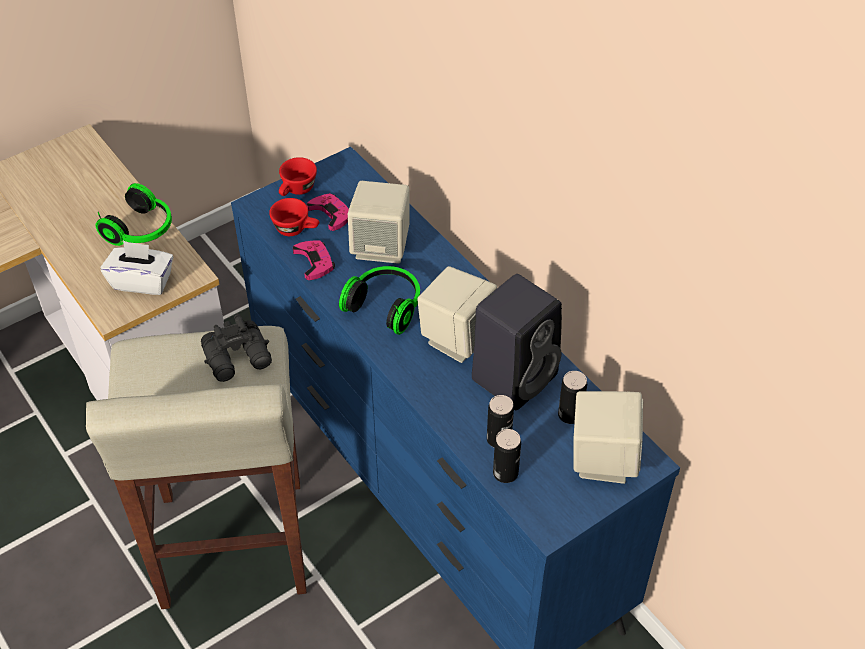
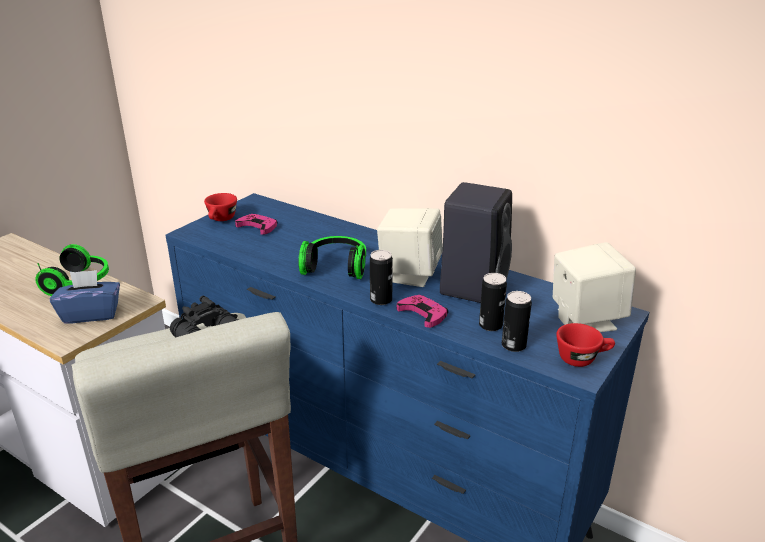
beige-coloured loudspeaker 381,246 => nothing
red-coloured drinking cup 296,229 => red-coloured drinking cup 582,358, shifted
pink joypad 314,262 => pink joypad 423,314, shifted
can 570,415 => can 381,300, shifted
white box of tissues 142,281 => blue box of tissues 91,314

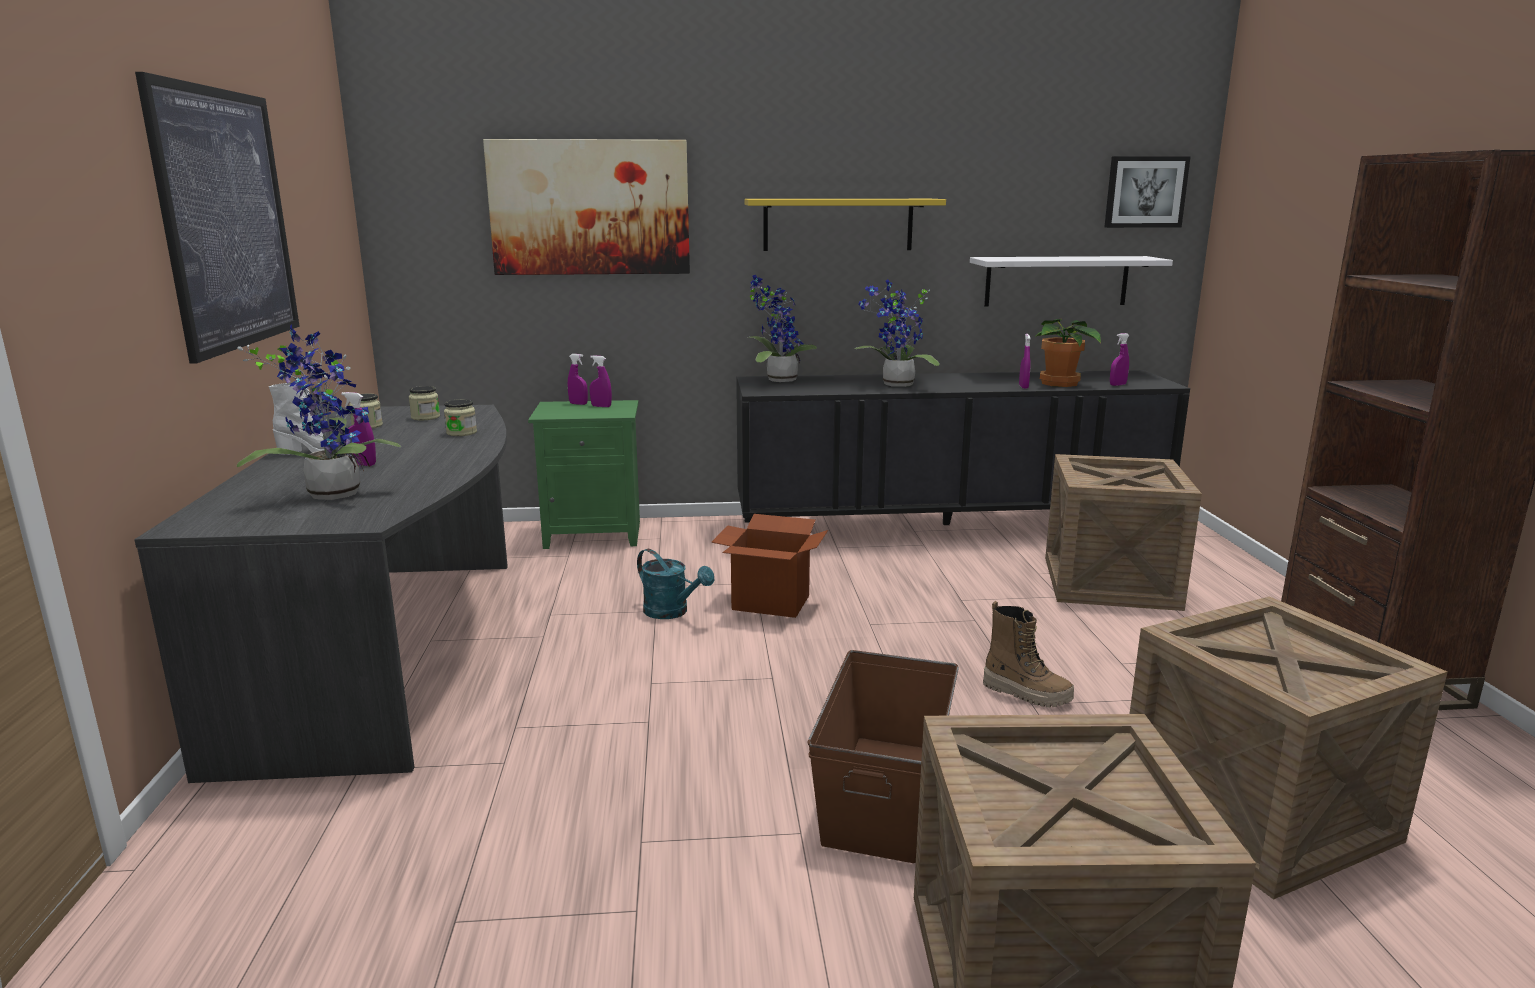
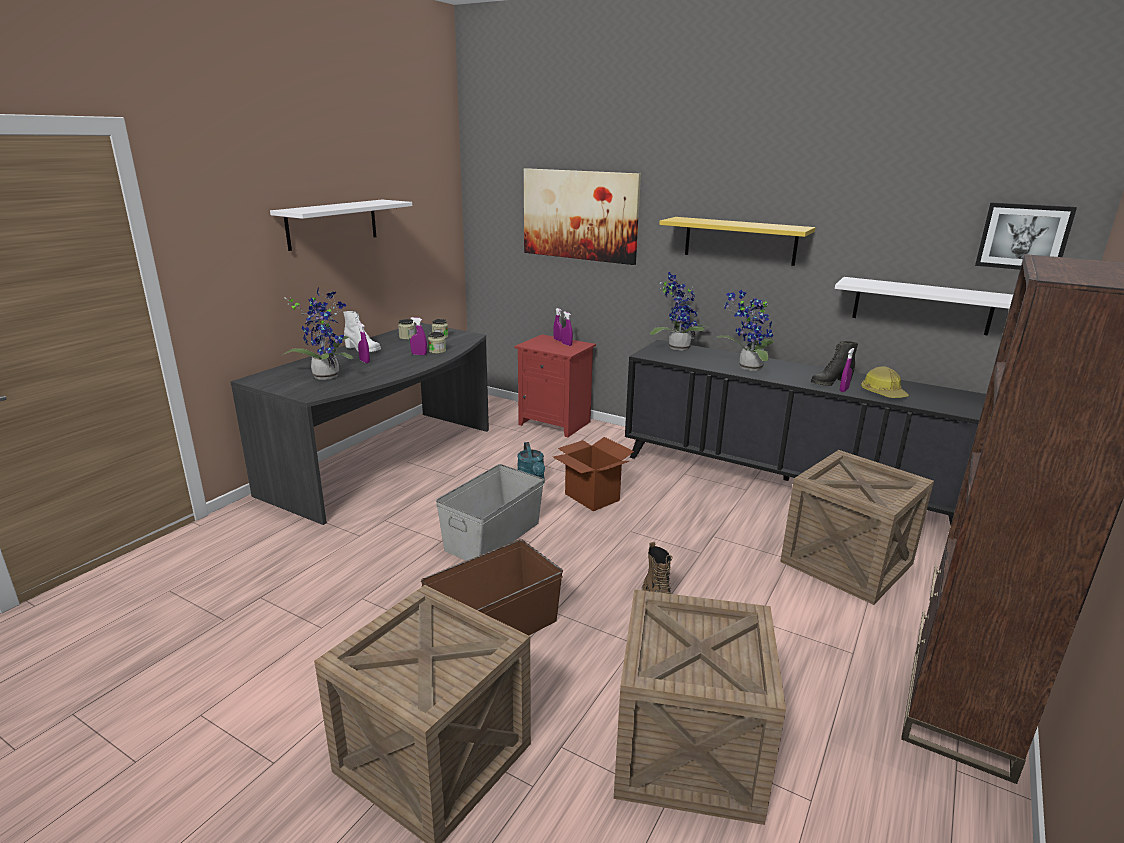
nothing => greyish storage box 493,536
nothing => blackish boot 830,383
purple-coloured spray bottle 1117,385 => purple-coloured spray bottle 419,354, shifted
picture 227,219 => white bracket shelf 332,224
houseplant 1060,383 => hard hat 883,393
green night table 595,534 => red-coloured night table 556,423

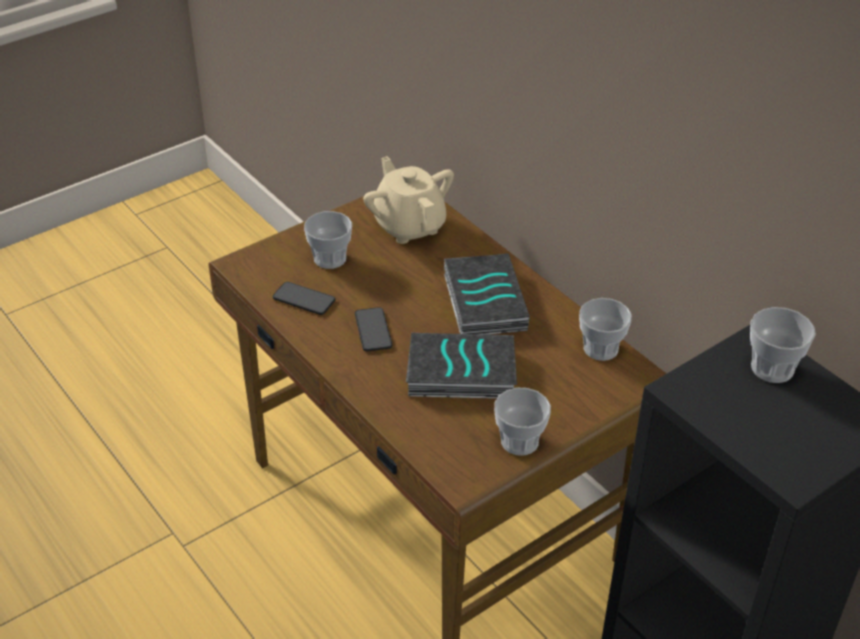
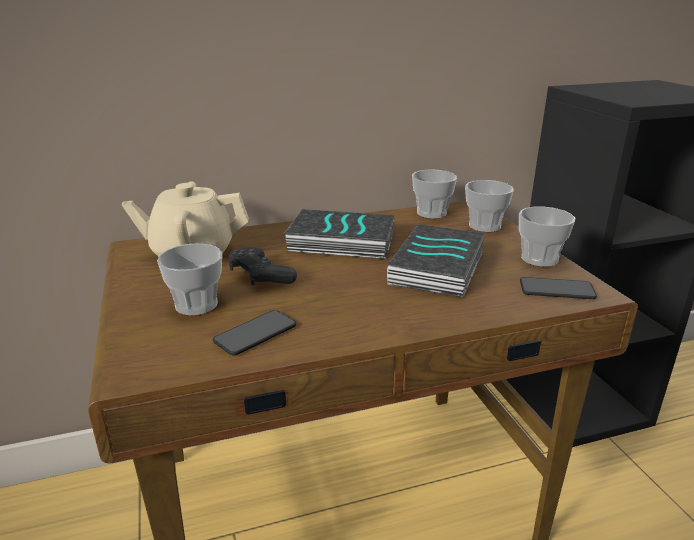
nothing => blackish joypad 260,276
handset 373,330 => handset 556,290, shifted
drinking cup 772,368 => drinking cup 484,226, shifted

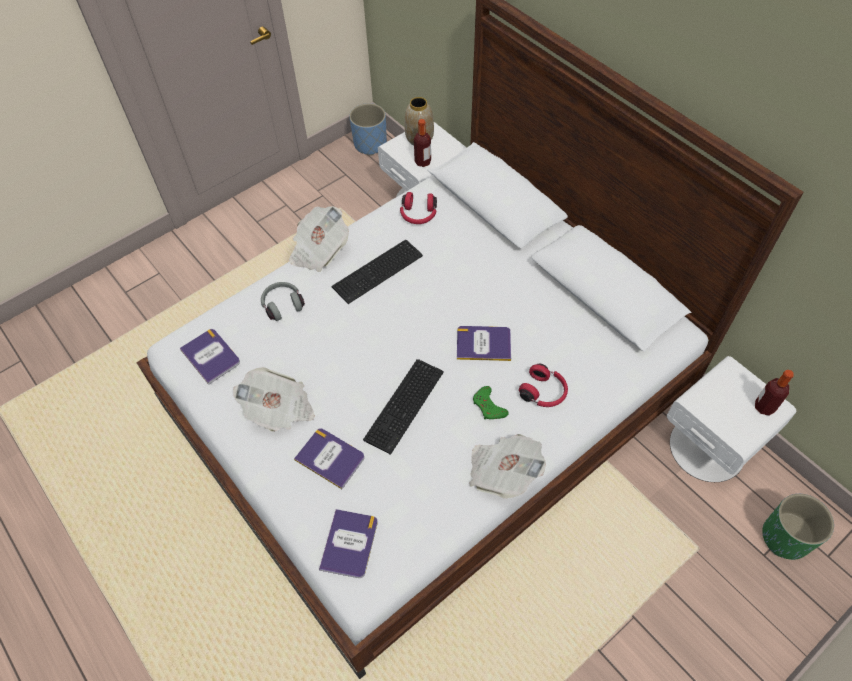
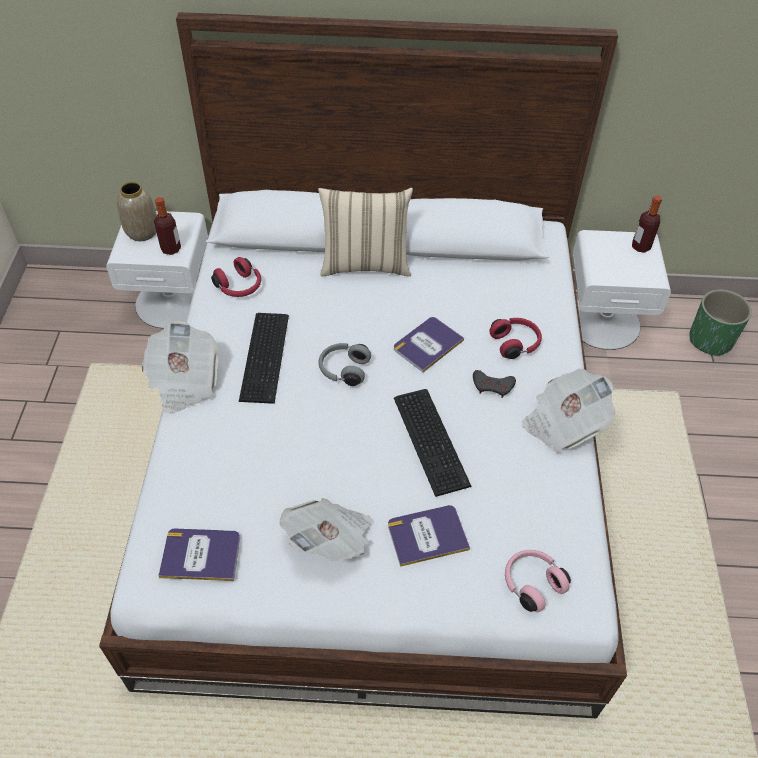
blue plant pot 370,144 => nothing
nothing => beige-coloured cushion 365,264
greyish headset 282,304 => greyish headset 343,369, shifted
volume 349,544 => pink headset 532,583
green joypad 489,406 => greyish joypad 492,386

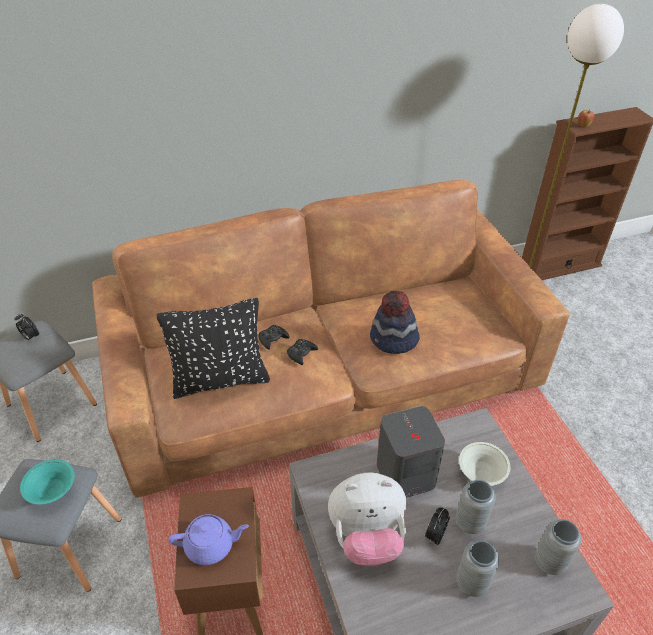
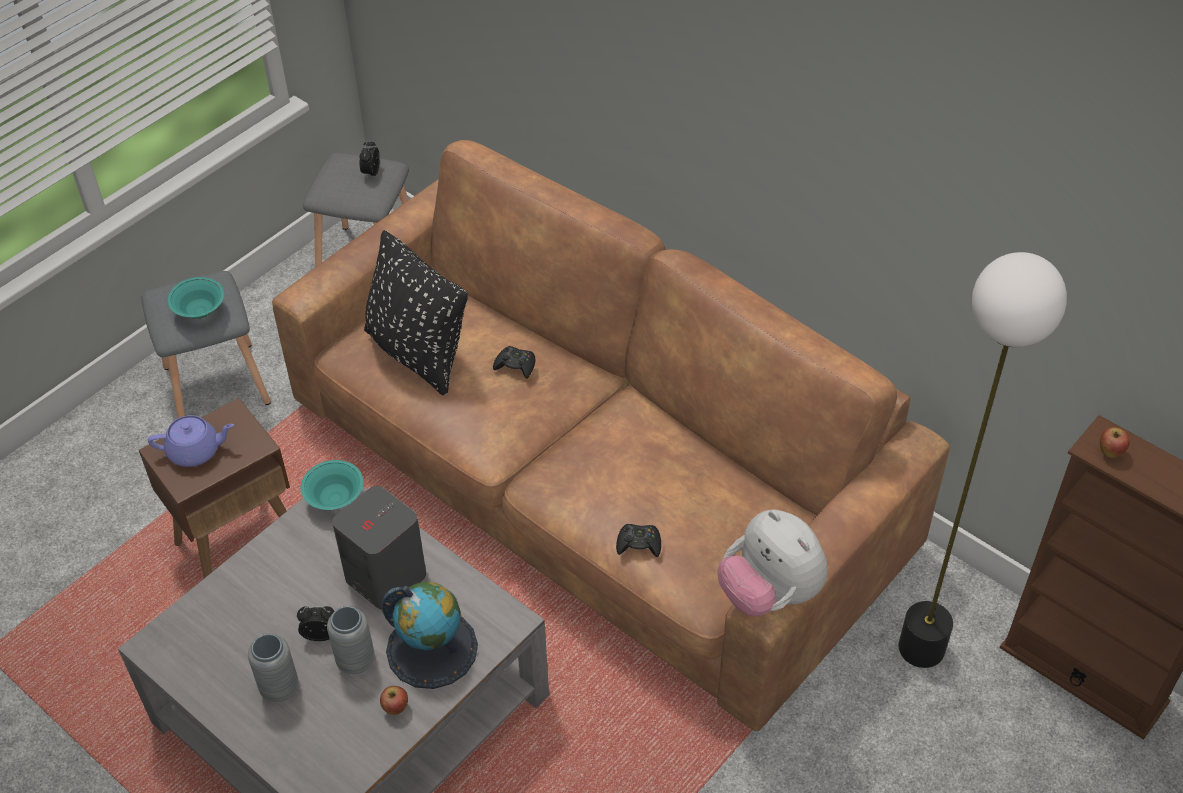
hat 393,340 => nothing
greyish flower vase 549,562 => nothing
nothing => turquoise-coloured bowl 335,499
nothing => whole apple 395,708
blackish joypad 301,353 => blackish joypad 639,544, shifted
soft toy 367,537 => soft toy 769,593, shifted
white bowl 481,473 => desk globe 432,648
purple-coloured pot for tea 211,545 => purple-coloured pot for tea 196,451, 60 degrees counterclockwise

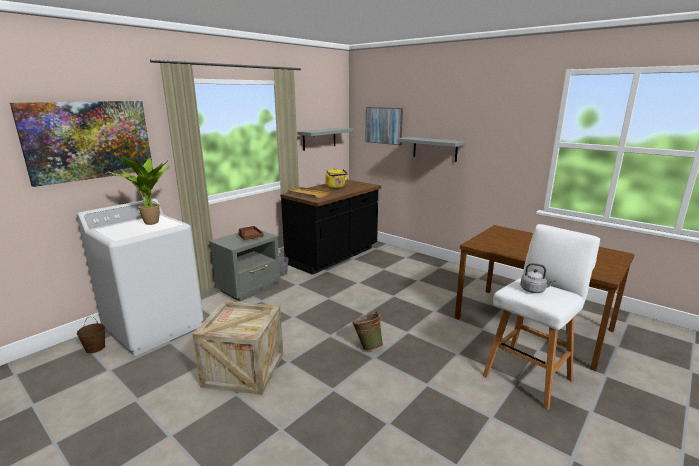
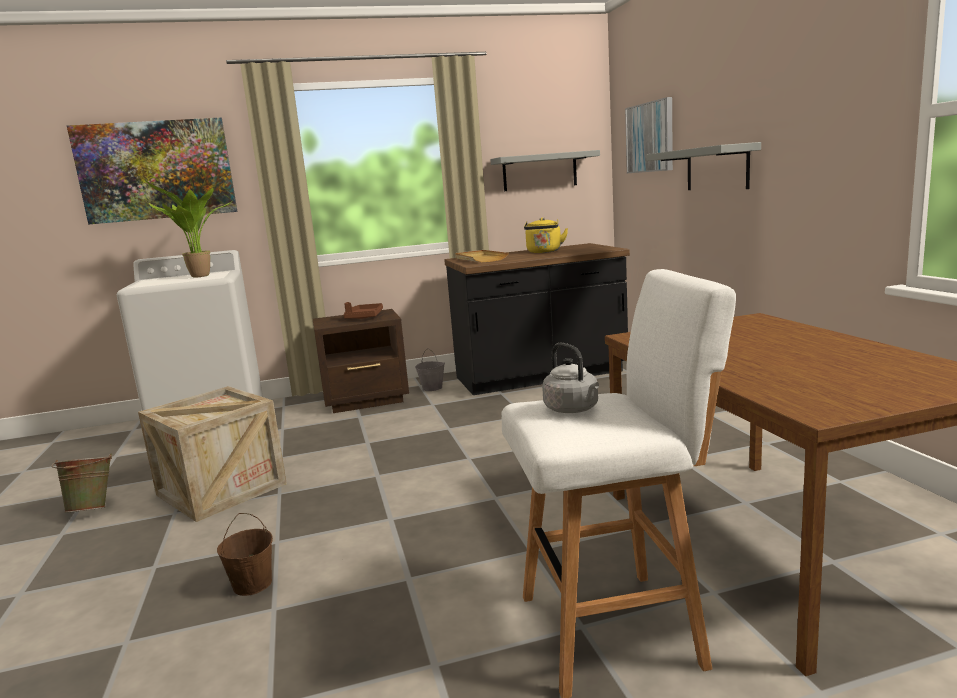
brownish bucket 95,348 => brownish bucket 252,584, shifted
green bucket 367,346 => green bucket 93,509, shifted
greyish night table 249,288 => brownish night table 367,400

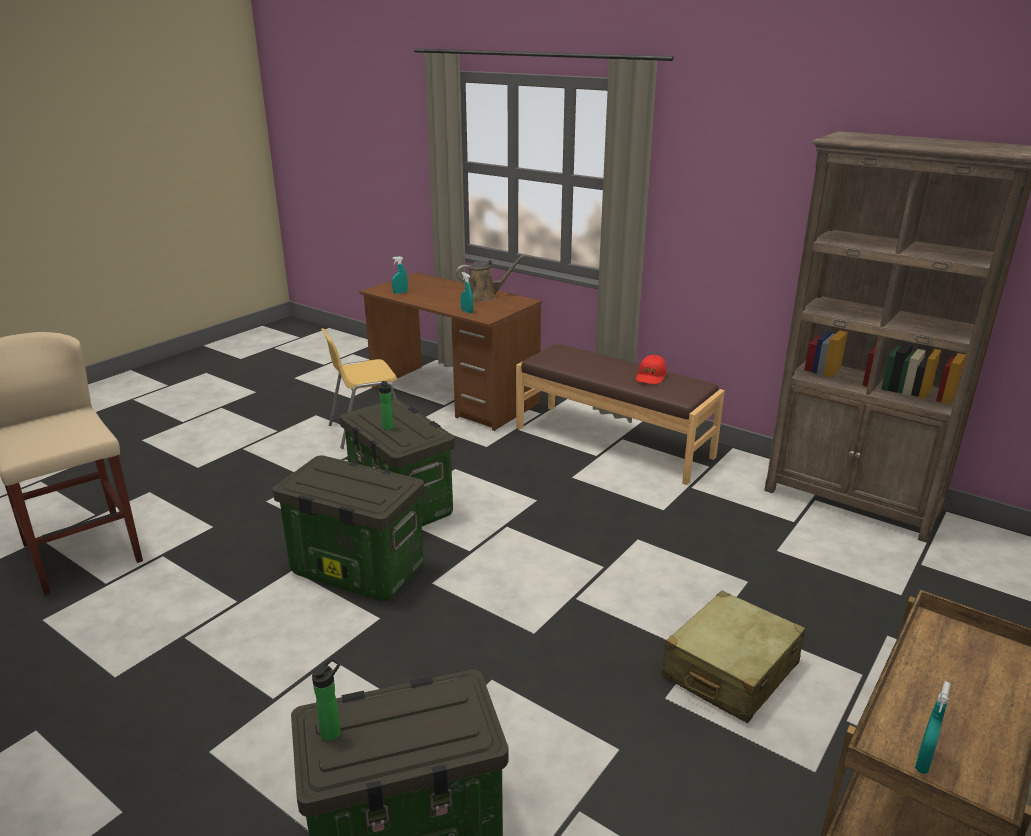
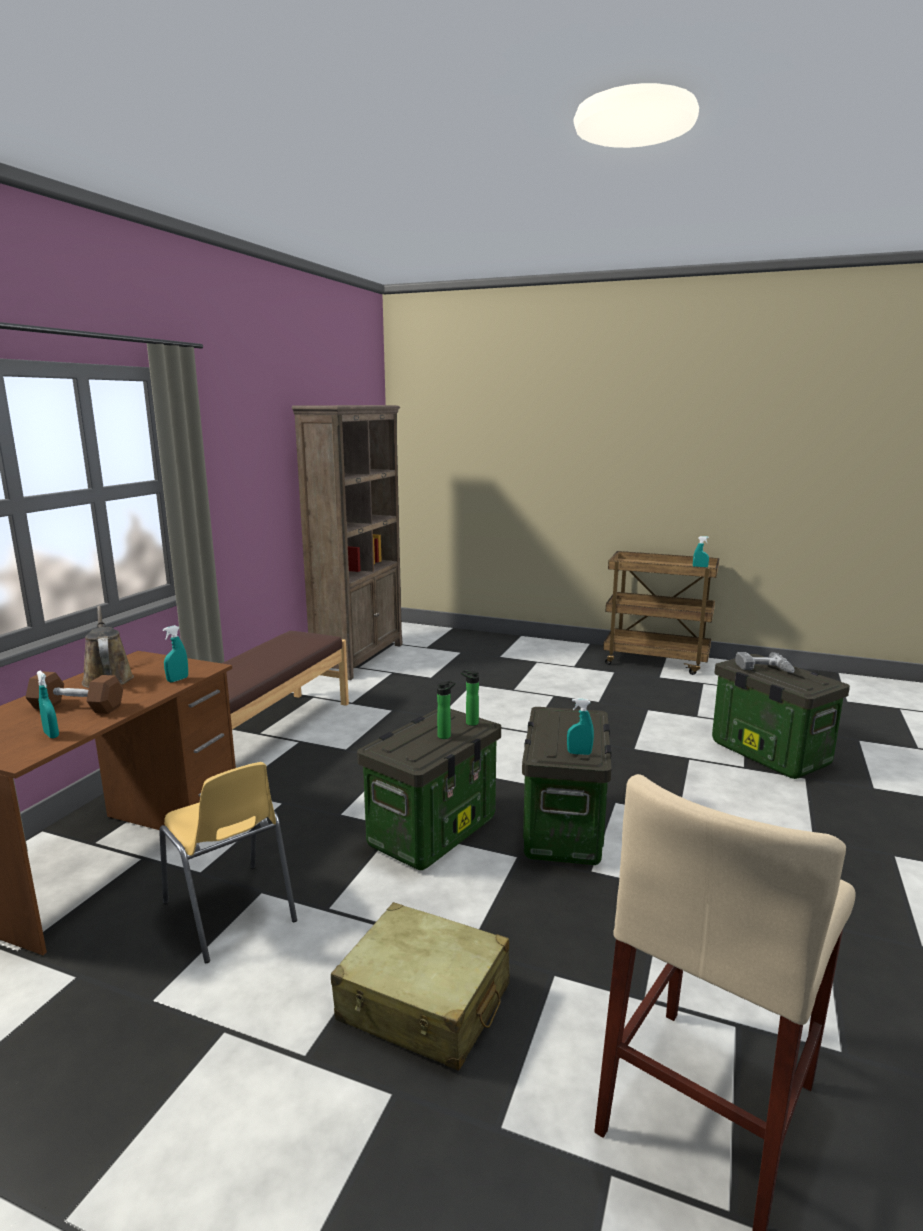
red-coloured cap 651,376 => nothing
nothing => brownish free weight 77,707
nothing => turquoise-coloured spray bottle 579,753
nothing => electric drill 764,669
drink bottle 333,731 => drink bottle 470,722, shifted
beige-coloured piece of luggage 730,671 => beige-coloured piece of luggage 424,1003, shifted

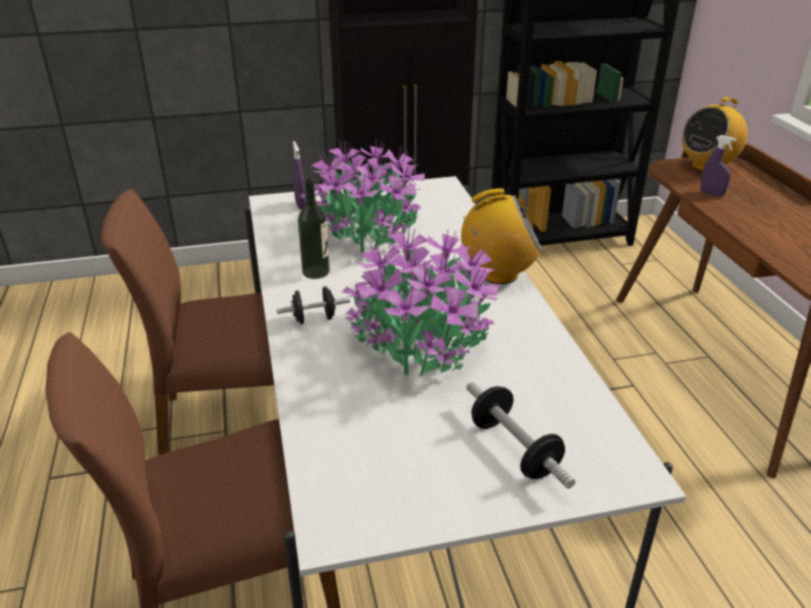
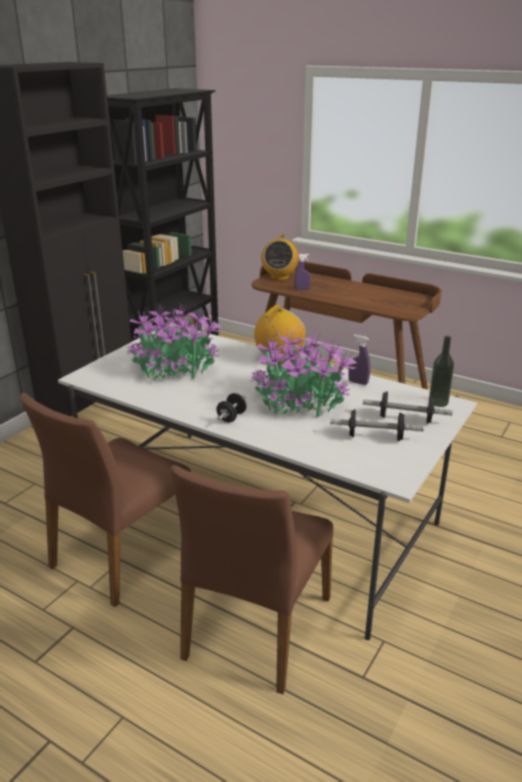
nothing => free weight 375,436
purple-coloured spray bottle 300,205 => purple-coloured spray bottle 358,382, shifted
drink bottle 316,272 => drink bottle 438,402, shifted

